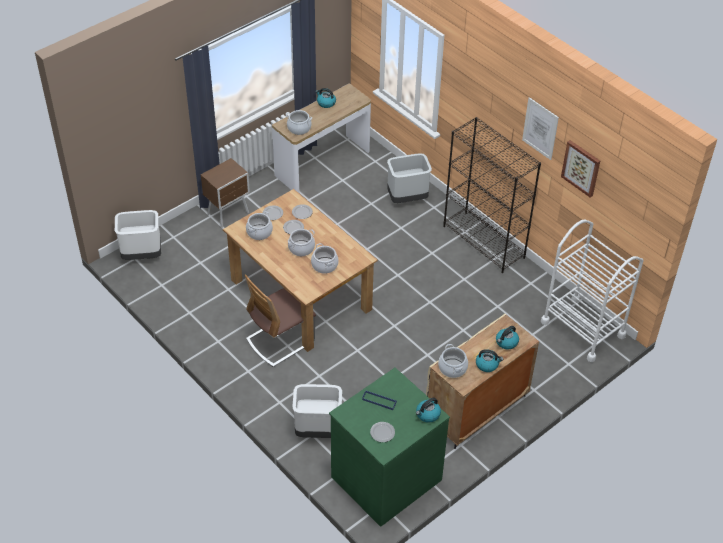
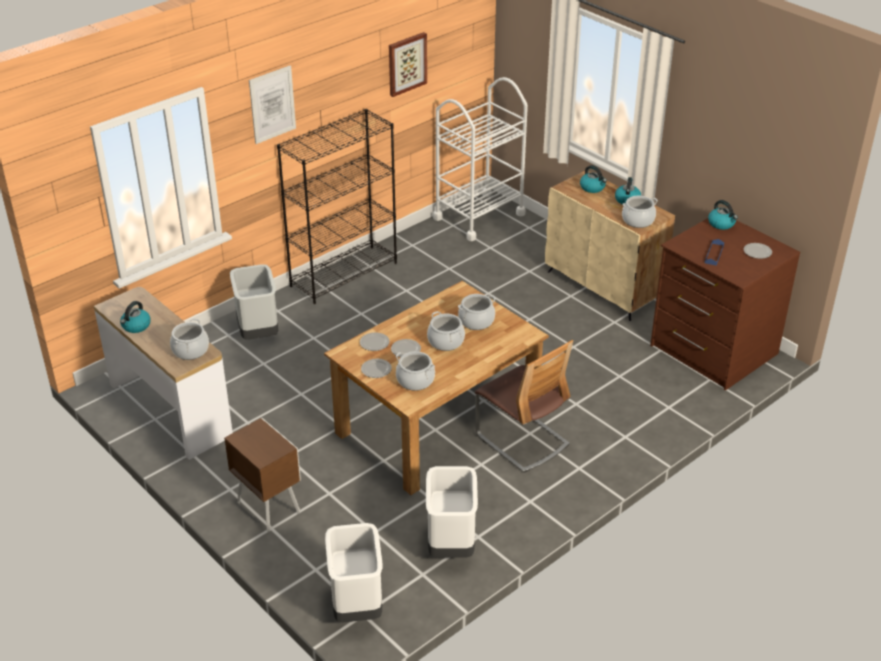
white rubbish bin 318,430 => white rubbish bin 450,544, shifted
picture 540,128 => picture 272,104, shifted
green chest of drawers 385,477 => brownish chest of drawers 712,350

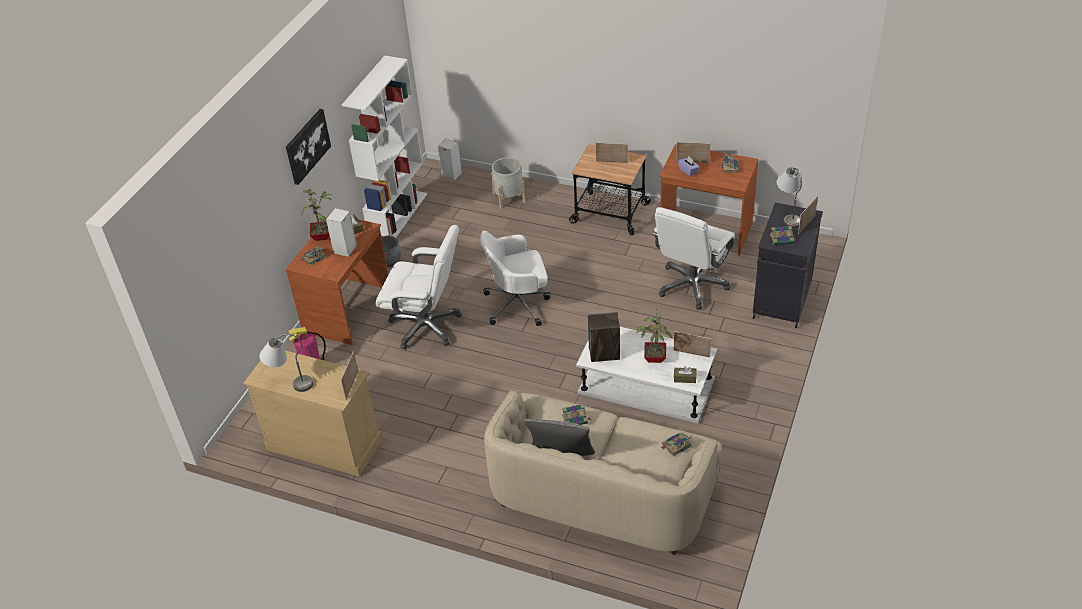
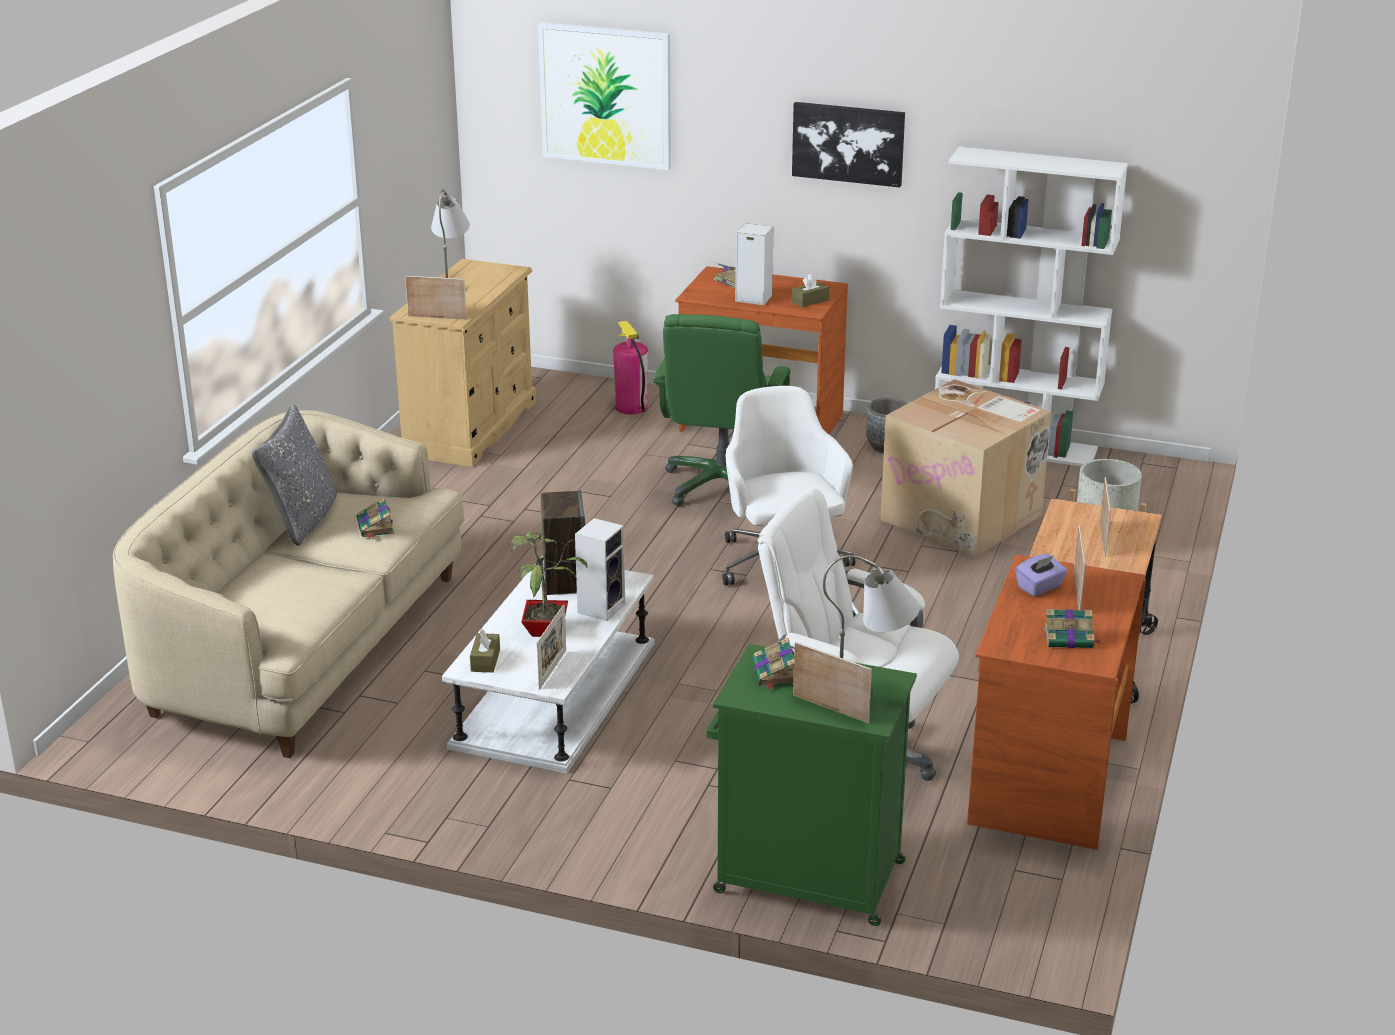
houseplant 323,236 => nothing
volume 676,445 => nothing
nothing => picture 606,95
nothing => carton 963,517
loudspeaker 451,174 => loudspeaker 601,607, shifted
white computer chair 426,326 => green computer chair 723,485
blackish cabinet 781,302 => green cabinet 805,876

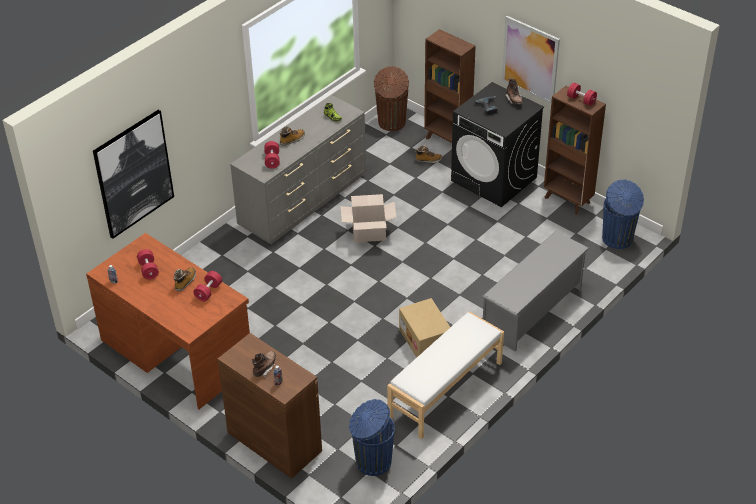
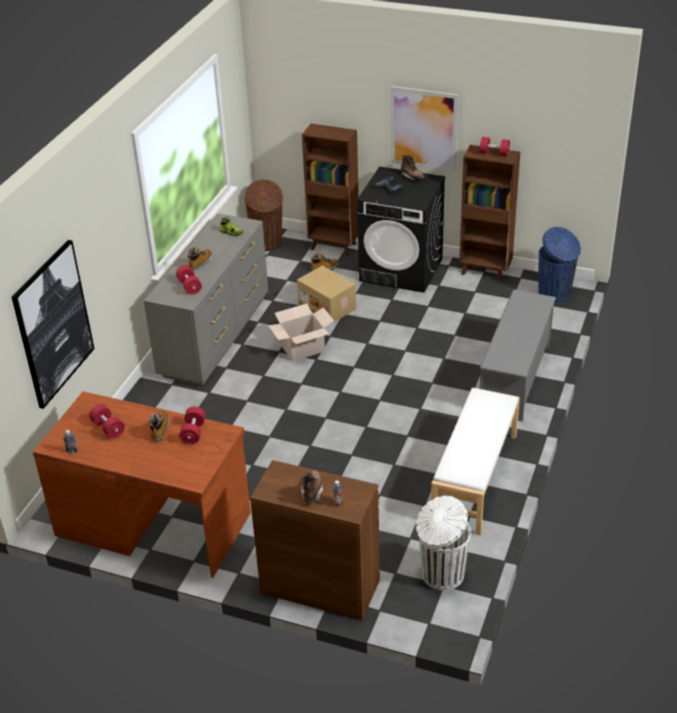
carton 426,340 => carton 328,306, shifted
blue rubbish bin 372,461 => white rubbish bin 441,575

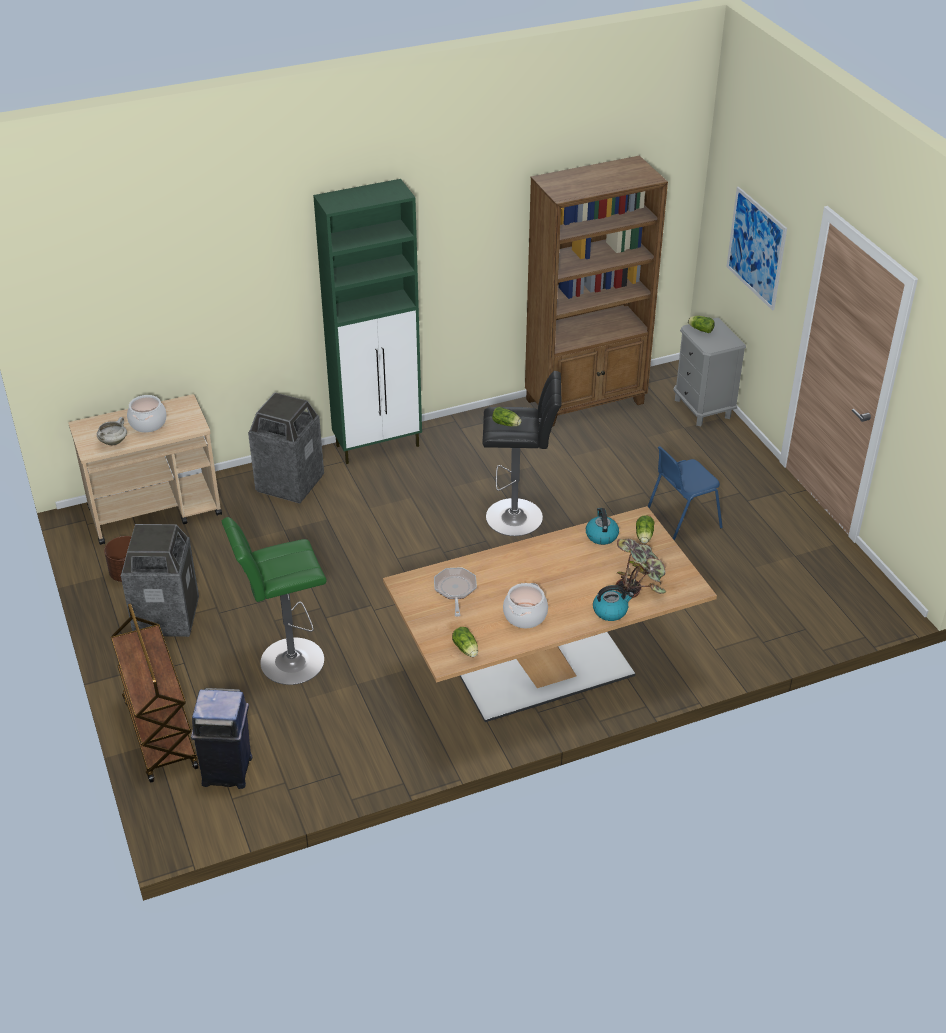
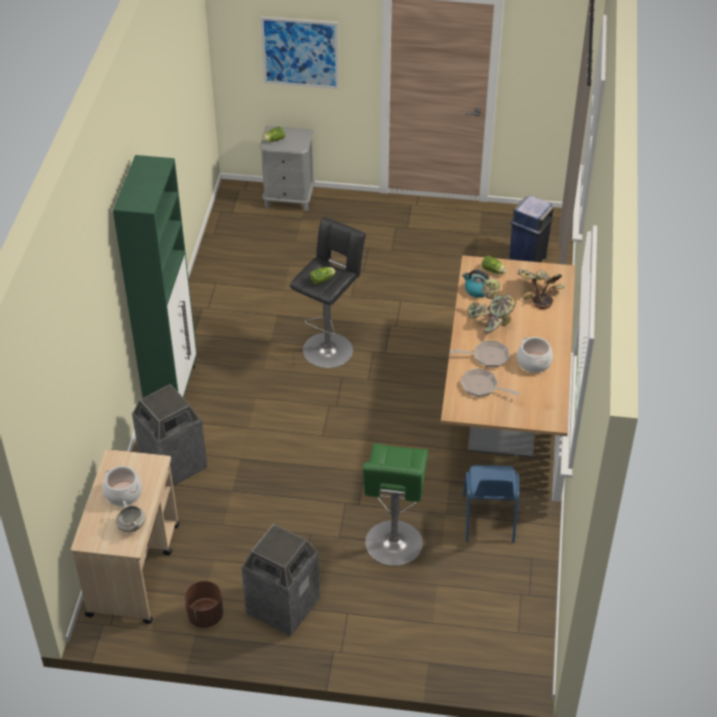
brownish trolley 159,733 => nothing
lettuce head 466,649 => nothing
brownish bookshelf 586,402 => nothing
water kettle 610,611 => nothing
nothing => frying pan 487,357
nothing => houseplant 491,322
blue rubbish bin 228,771 => blue rubbish bin 527,258, shifted
blue chair 681,522 => blue chair 488,520, shifted

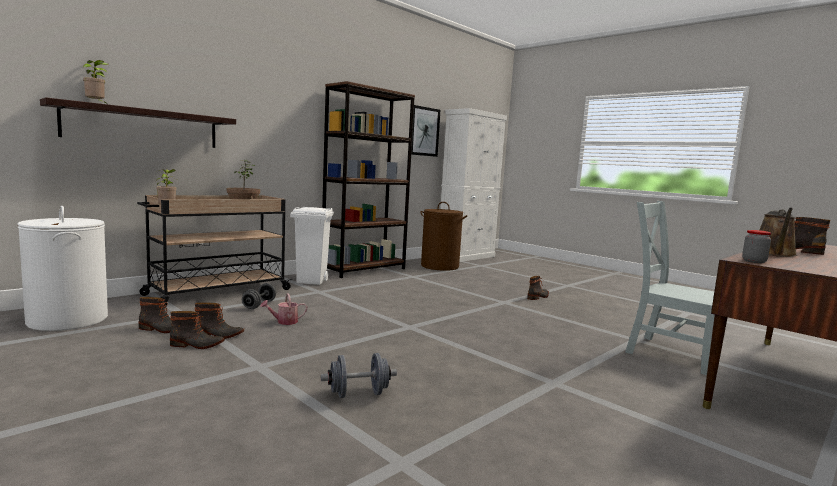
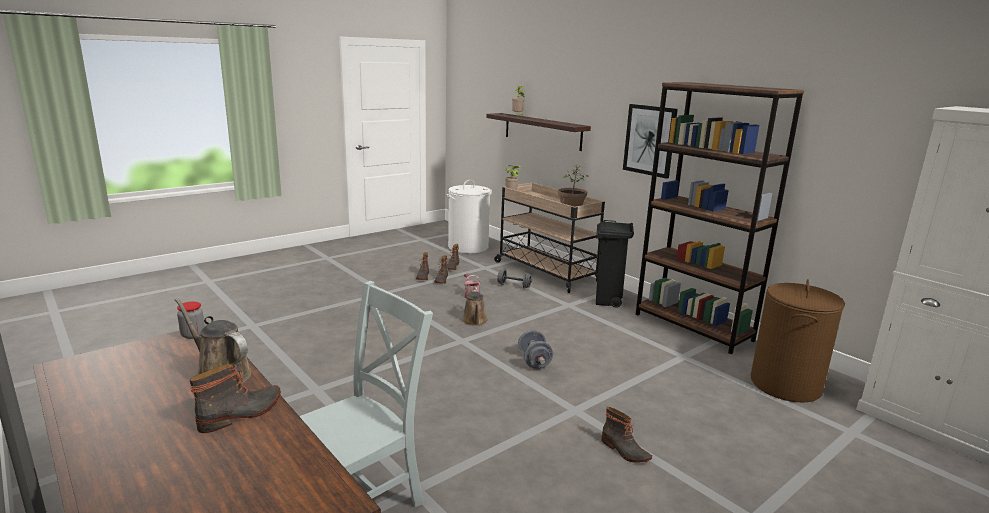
nothing => brownish sprinkling can 475,321
greyish free weight 358,394 => greyish free weight 534,361, shifted
picture 424,131 => picture 649,140, shifted
white rubbish bin 312,281 => blackish rubbish bin 607,301

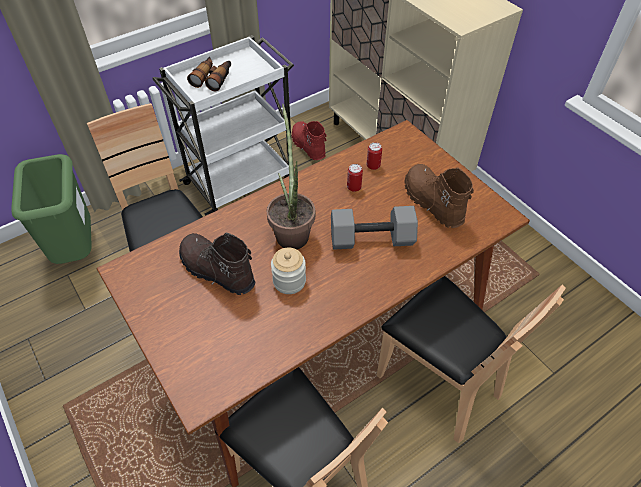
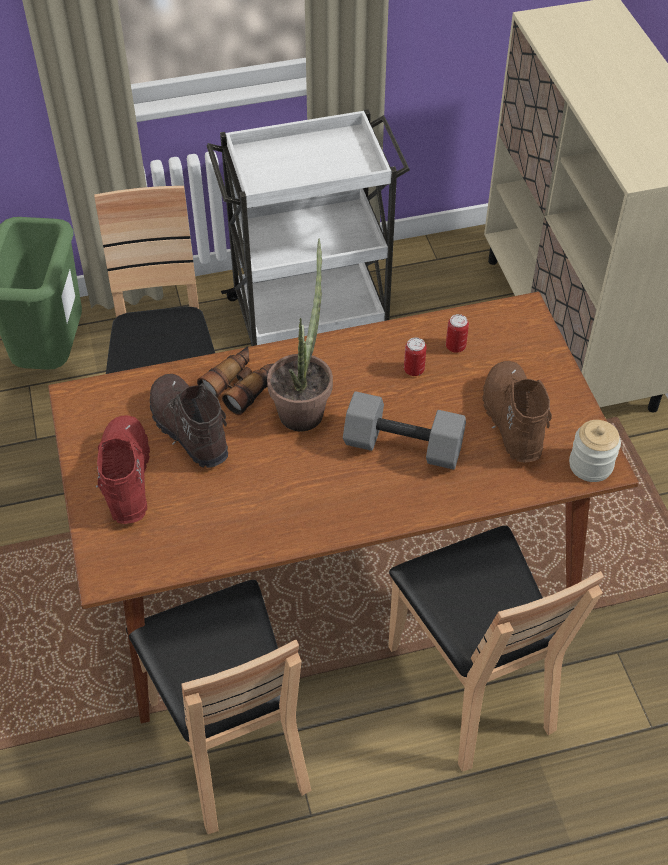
binoculars 213,78 => binoculars 242,385, shifted
preserve jar 289,281 => preserve jar 590,465, shifted
red-coloured boot 307,146 => red-coloured boot 126,478, shifted

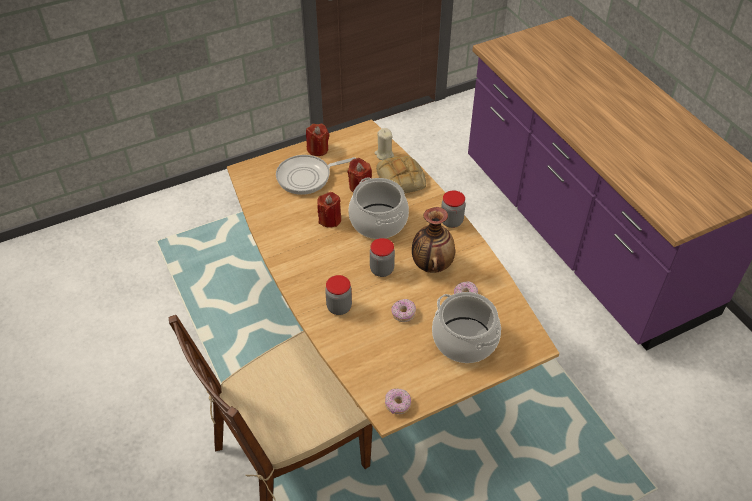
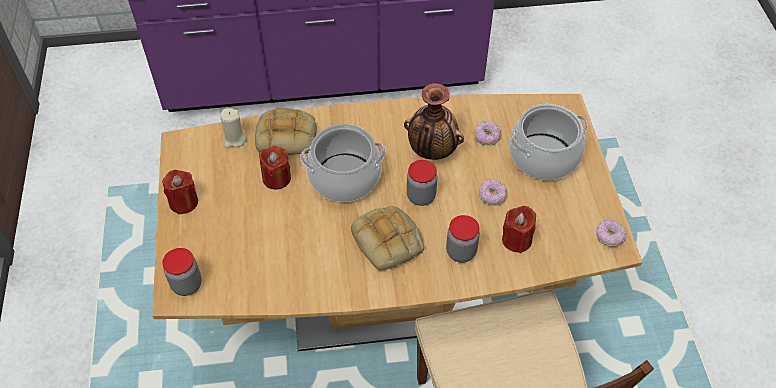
frying pan 307,177 => nothing
nothing => bread 389,241
red-coloured wax candle 330,219 => red-coloured wax candle 516,240, shifted
preserve jar 451,221 => preserve jar 187,284, shifted

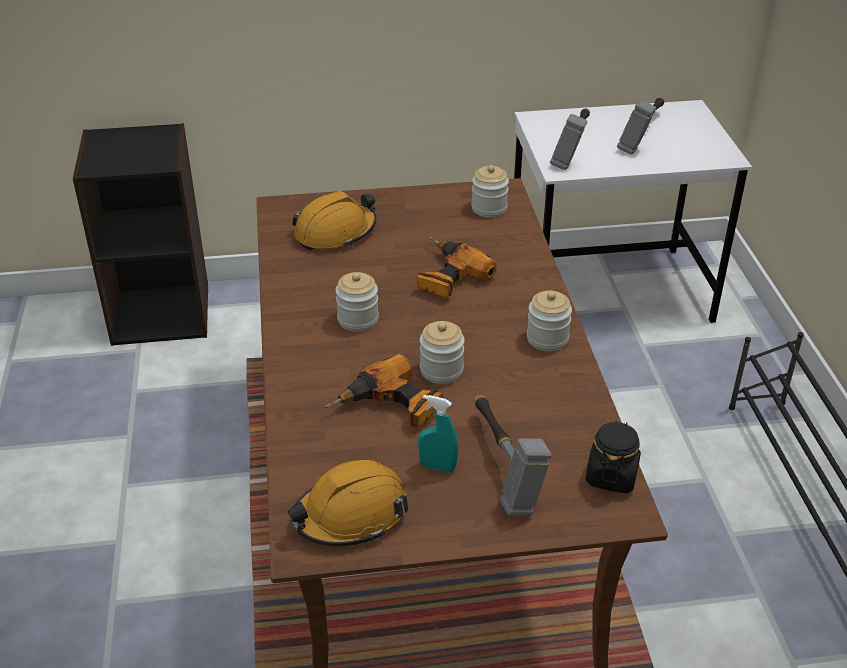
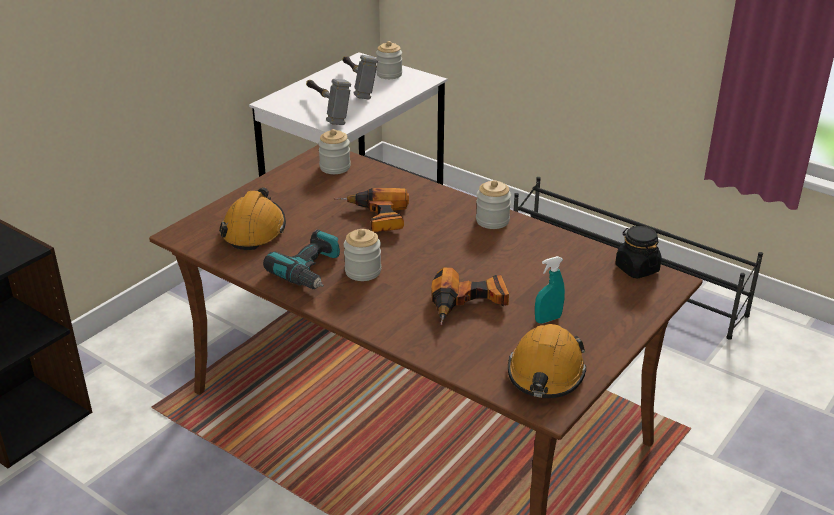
hand hammer 503,467 => nothing
nothing => electric drill 311,271
preserve jar 441,370 => preserve jar 389,74, shifted

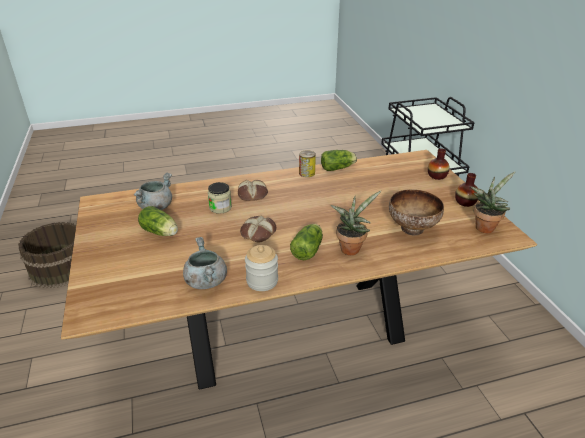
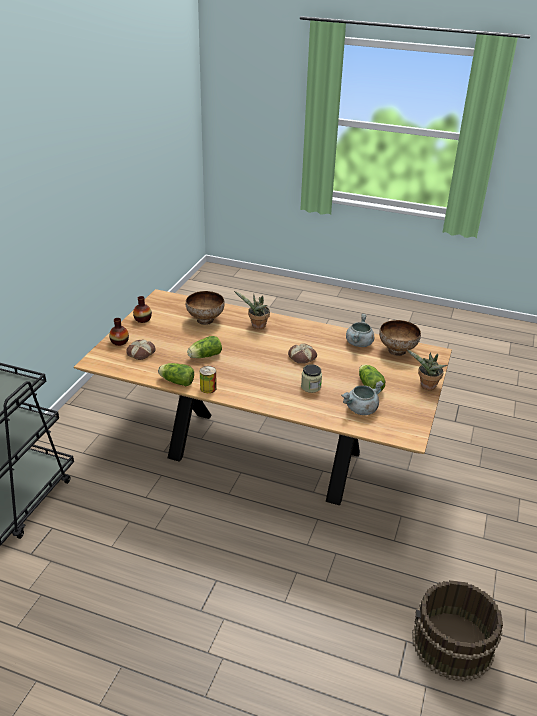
preserve jar 262,281 => nothing
nothing => bowl 397,351
bread 253,194 => bread 140,352, shifted
lettuce head 308,249 => lettuce head 204,356, shifted
houseplant 484,226 => houseplant 426,386, shifted

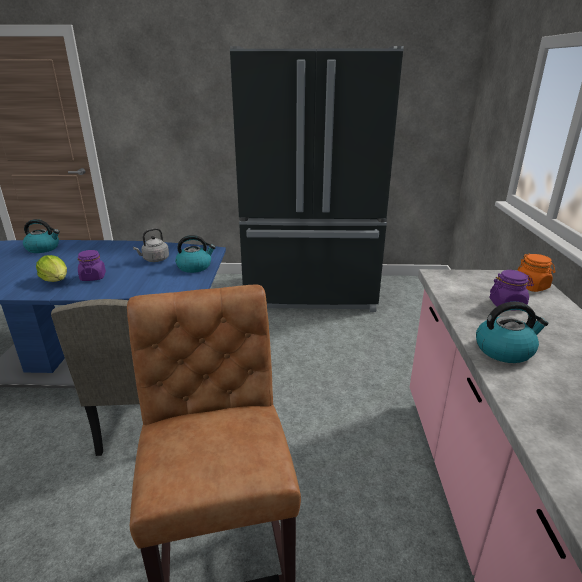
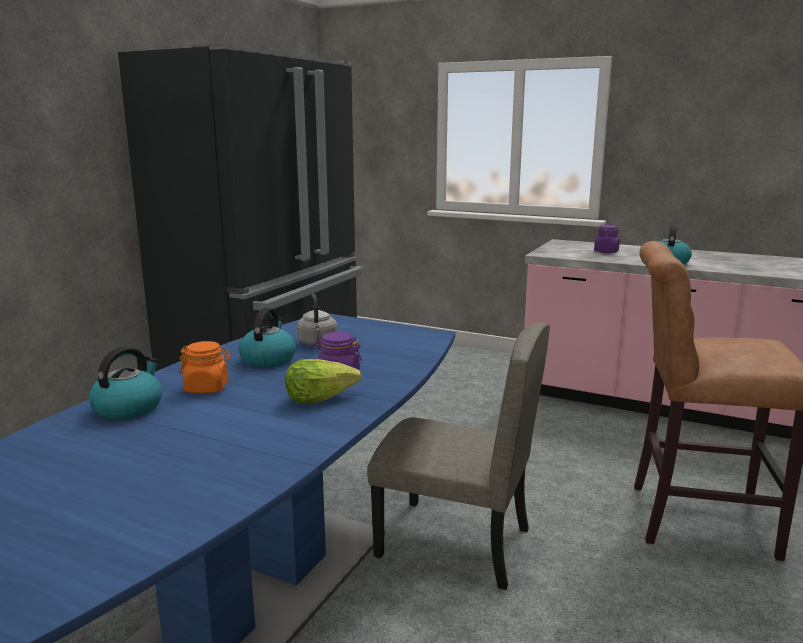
water kettle 195,267 => water kettle 268,359, shifted
orangey preserve jar 531,286 => orangey preserve jar 207,388, shifted

